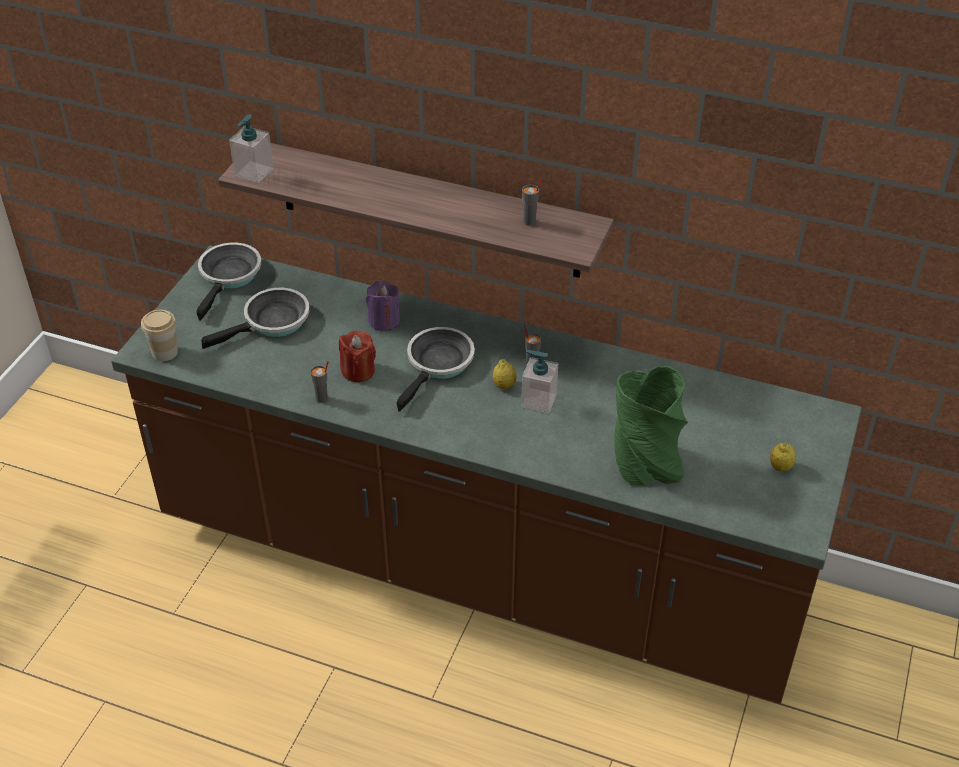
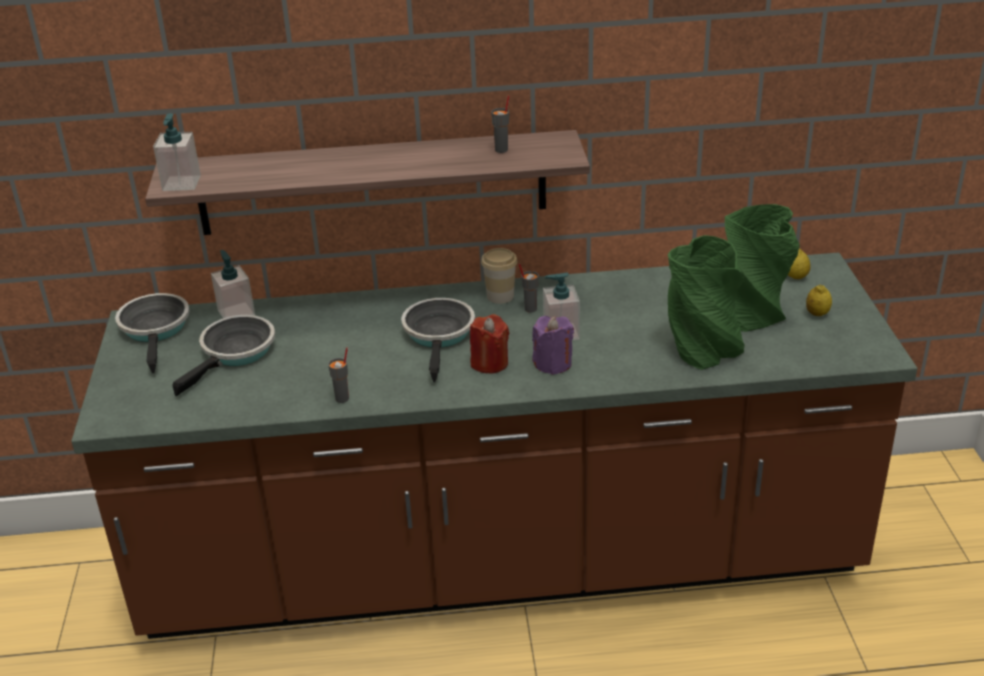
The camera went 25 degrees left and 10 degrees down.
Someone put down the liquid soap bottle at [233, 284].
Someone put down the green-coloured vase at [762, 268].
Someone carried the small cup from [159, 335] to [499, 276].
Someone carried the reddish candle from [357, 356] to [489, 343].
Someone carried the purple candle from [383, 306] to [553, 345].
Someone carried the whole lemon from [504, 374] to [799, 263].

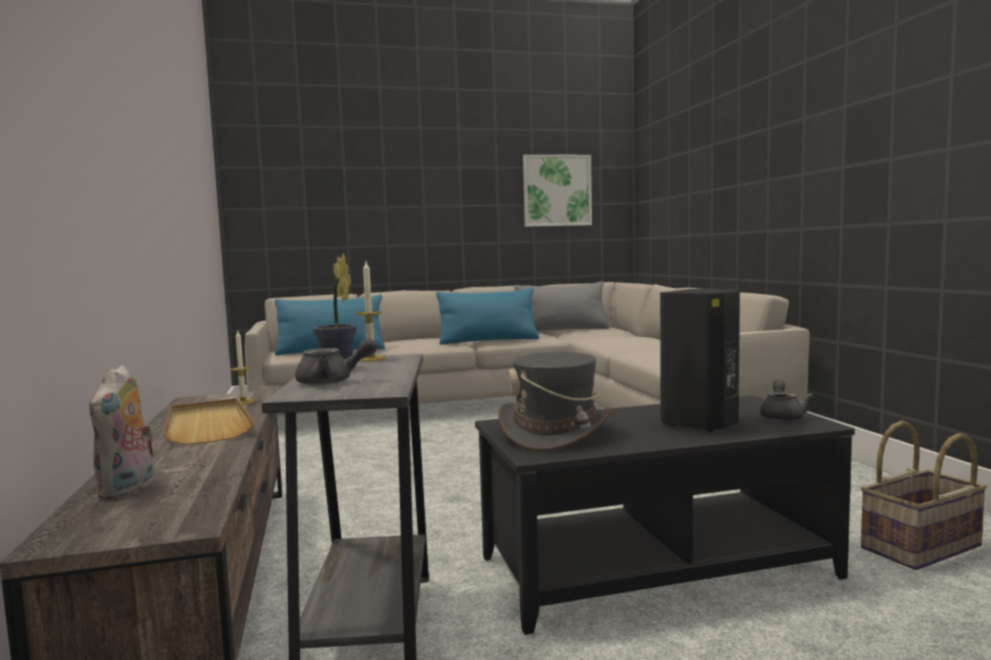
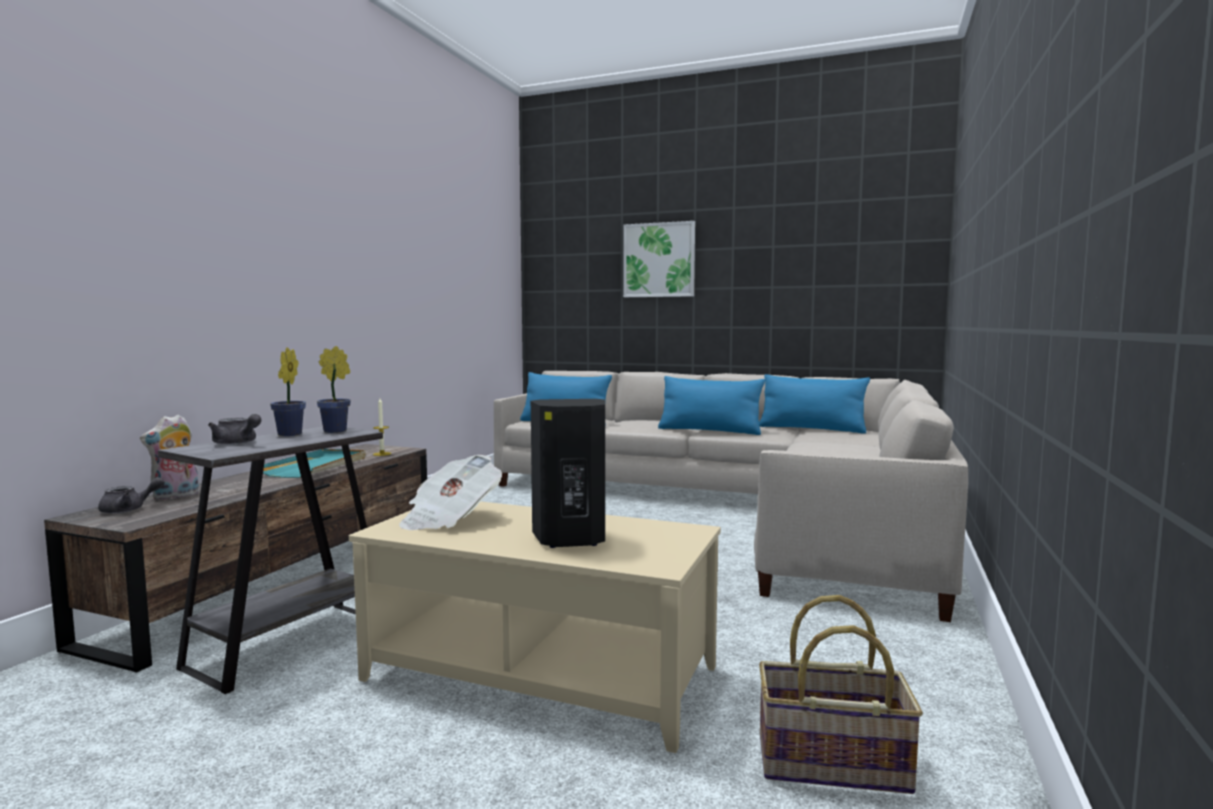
The camera went 35 degrees right and 0 degrees up.
Someone carried the wall picture from [557, 190] to [659, 259].
Someone carried the greyish teapot from [786, 400] to [131, 495].
Someone swapped the candle at [371, 312] for the plant in a pot at [334, 389].
Someone swapped the greyish hat at [555, 401] for the daily paper at [450, 492].
Someone repainted the sand-coloured serving tray at [208, 421], which became the turquoise serving tray at [314, 463].
Someone repainted the black lounge table at [665, 515], which became the sand-coloured lounge table at [535, 627].
Someone repainted the greyish cushion at [561, 306], which became the blue-coloured cushion at [814, 403].

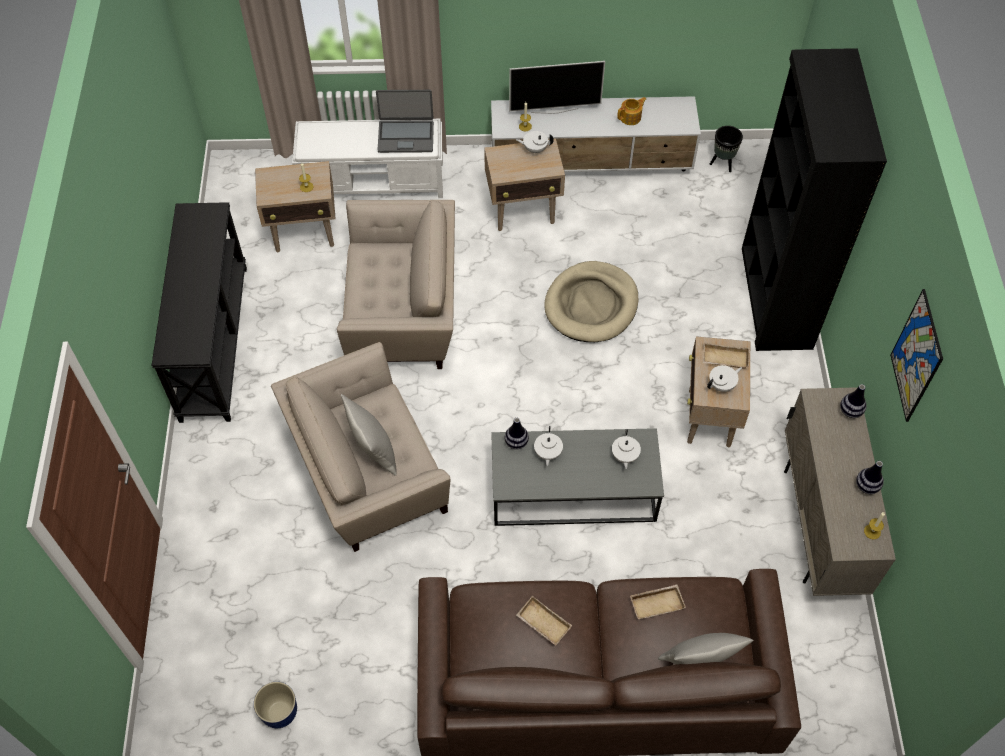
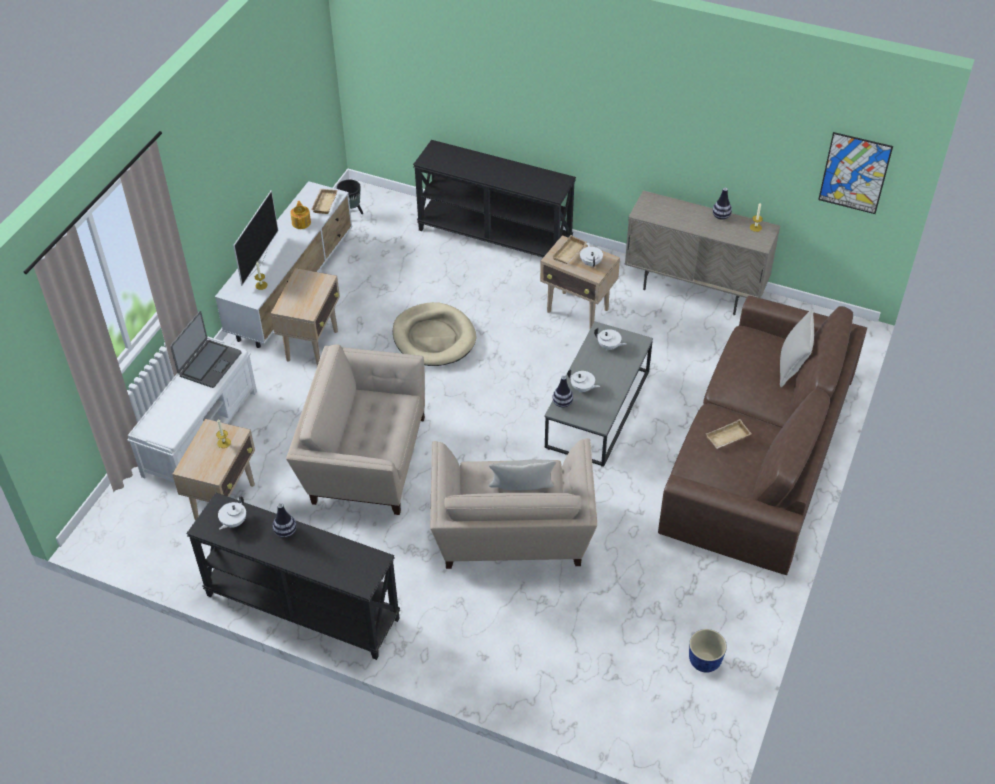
The camera went 65 degrees left and 10 degrees down.
Someone carried the whitish teapot from [535, 142] to [232, 512].
Someone carried the sand-coloured serving tray from [658, 602] to [324, 201].
Someone carried the vase from [853, 401] to [285, 520].
Someone carried the wall picture from [916, 355] to [855, 173].
Someone swapped the black shelving unit at [814, 199] for the black console table at [494, 198].
Someone rotated the sand-coloured lounge chair at [396, 284] by 105 degrees counterclockwise.

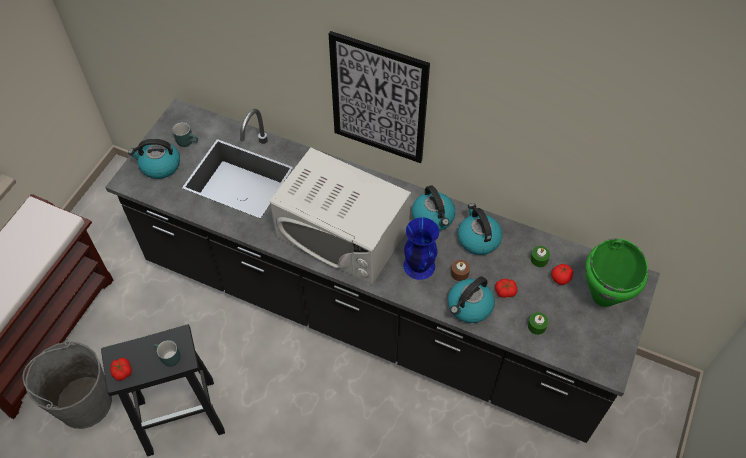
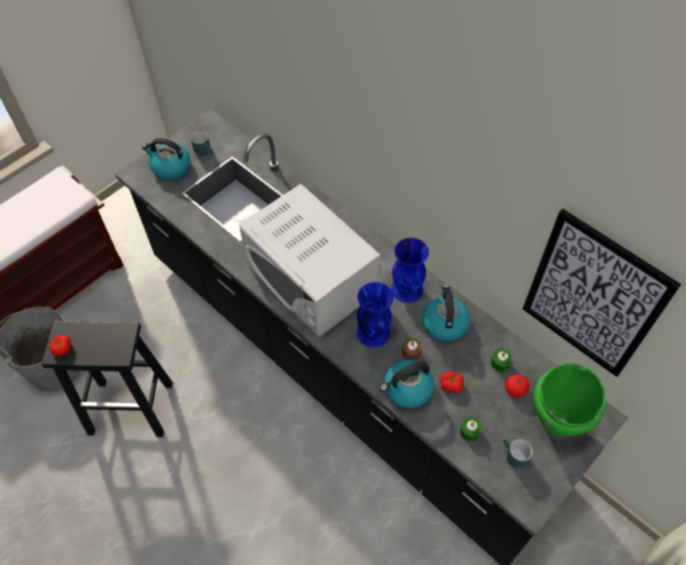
The camera went 20 degrees right and 0 degrees up.
Someone carried the turquoise mug from [167, 353] to [518, 453].
Someone carried the wall picture from [379, 97] to [602, 292].
Someone swapped the water kettle at [433, 208] for the blue-coloured vase at [410, 270].

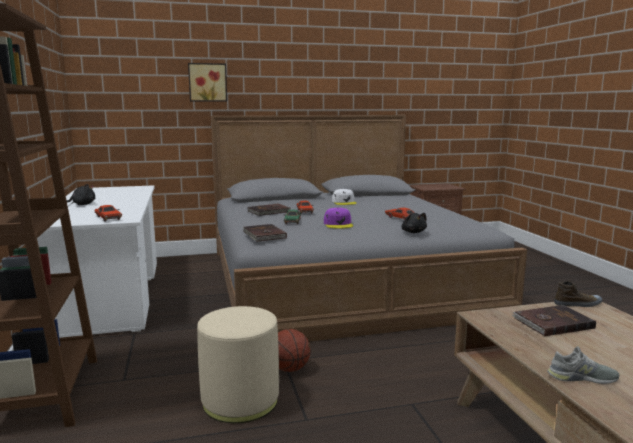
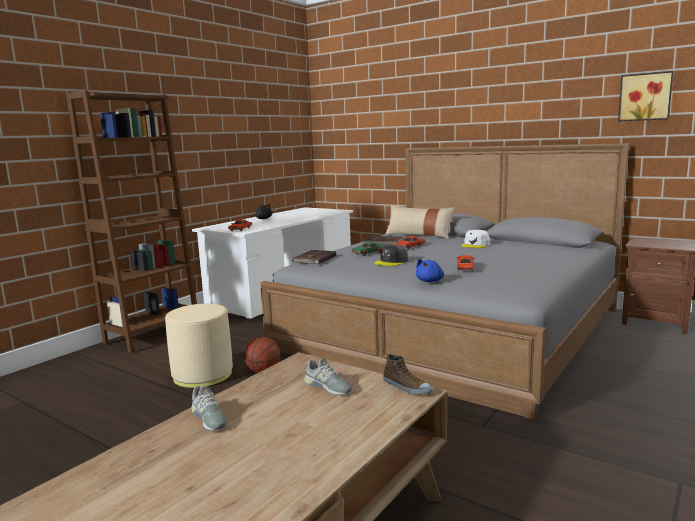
The camera went 50 degrees right and 0 degrees up.
Someone put down the sand-coloured cushion at [420, 222].
Someone carried the wall picture from [207, 82] to [645, 96].
Someone swapped the brown-coloured bound book at [554, 320] for the greyish item of footwear at [328, 376].
Someone repainted the purple peaked cap at [338, 218], which became the greyish peaked cap at [391, 255].
Someone repainted the black plush toy at [414, 223], which became the blue-coloured plush toy at [430, 270].

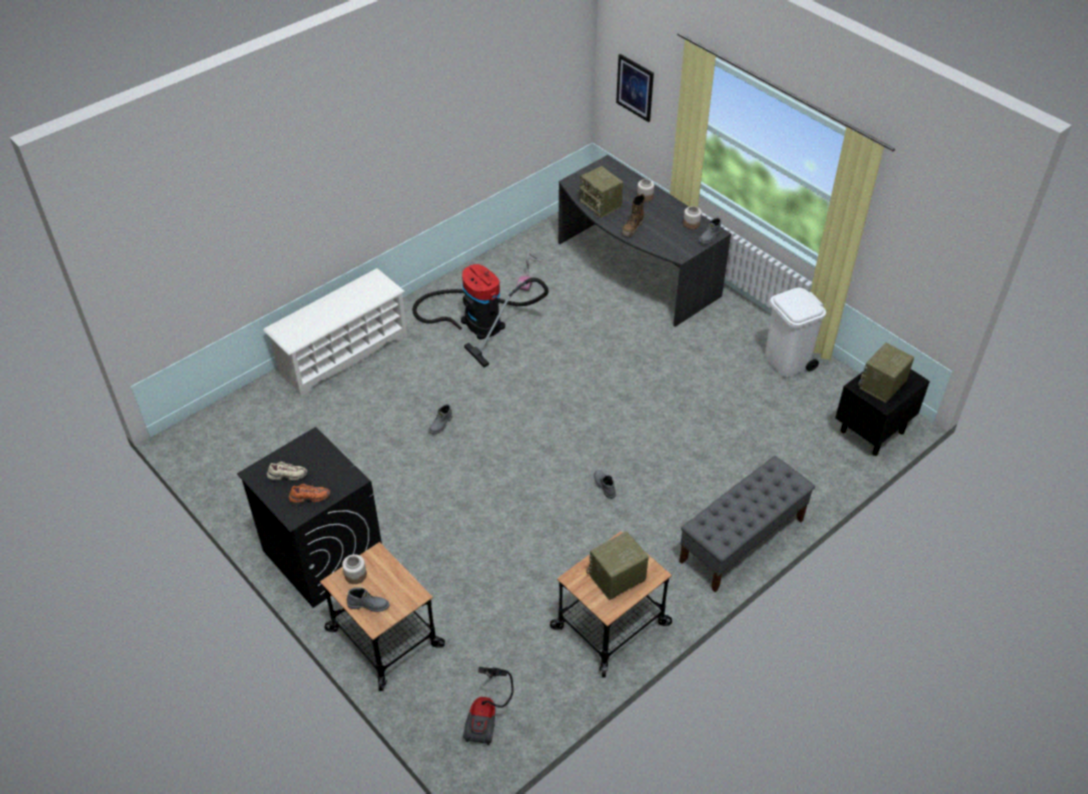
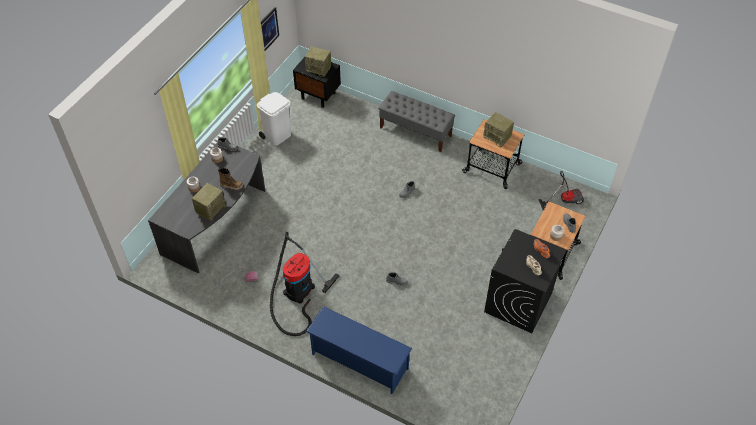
The camera went 110 degrees left and 5 degrees up.
Someone carried the wall picture from [635, 88] to [270, 29].
Someone repainted the whitish shoe rack at [335, 332], which became the blue-coloured shoe rack at [359, 350].

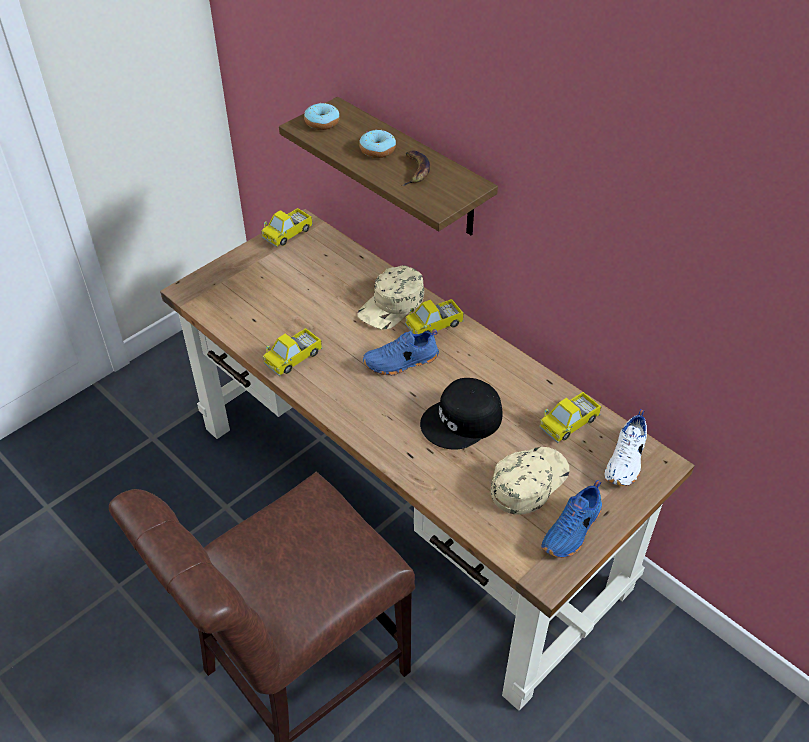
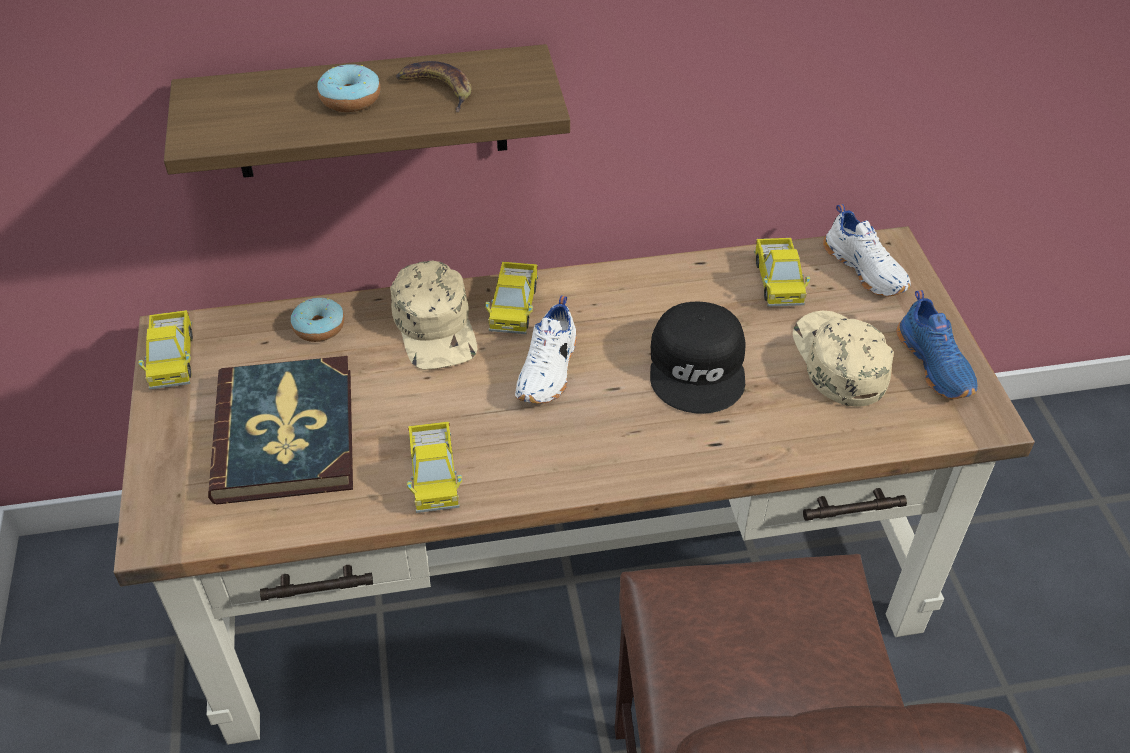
The camera went 55 degrees left and 0 degrees up.
Someone put down the bound book at [280, 430].
Someone carried the donut from [321, 116] to [317, 320].
Someone repainted the blue-coloured item of footwear at [401, 352], which became the whitish item of footwear at [546, 349].

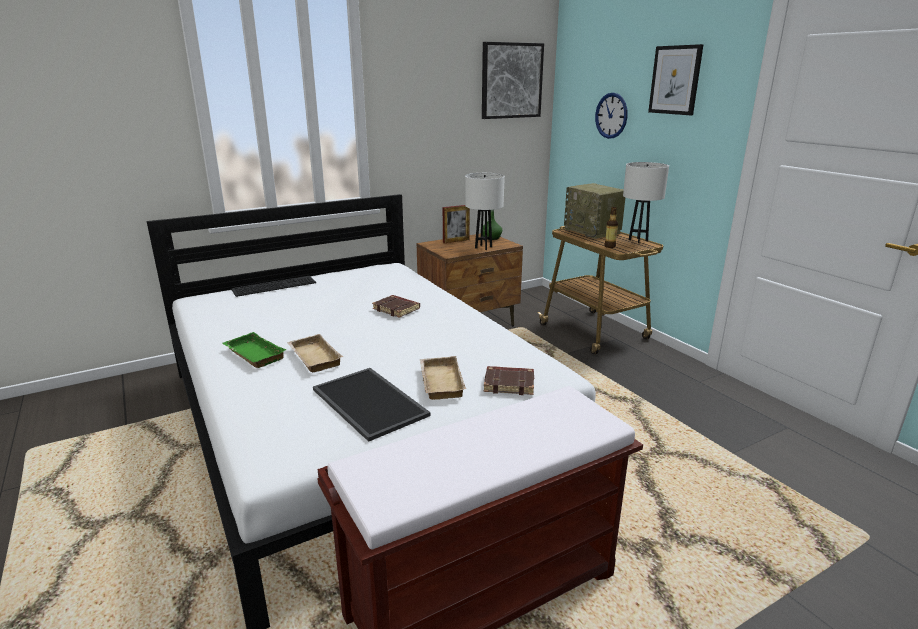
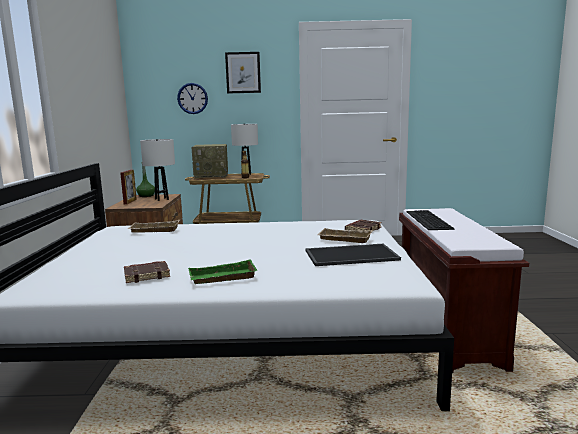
The camera went 60 degrees left and 10 degrees down.
Someone took away the wall picture at [513, 80].
Someone carried the keyboard from [273, 286] to [431, 220].
Someone carried the sand-coloured serving tray from [315, 353] to [154, 226].
Someone carried the brown-coloured bound book from [396, 306] to [147, 272].

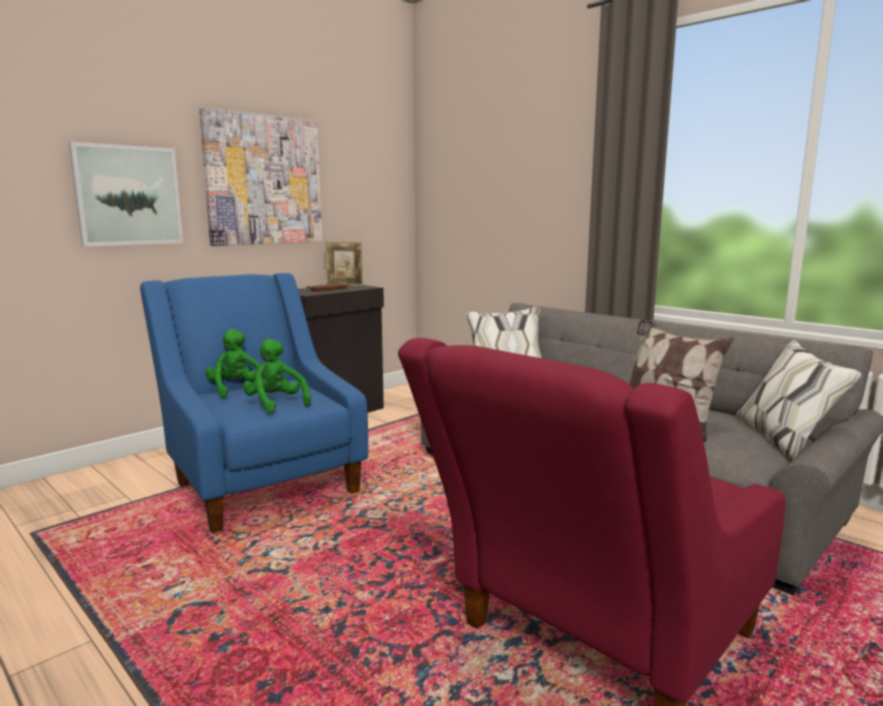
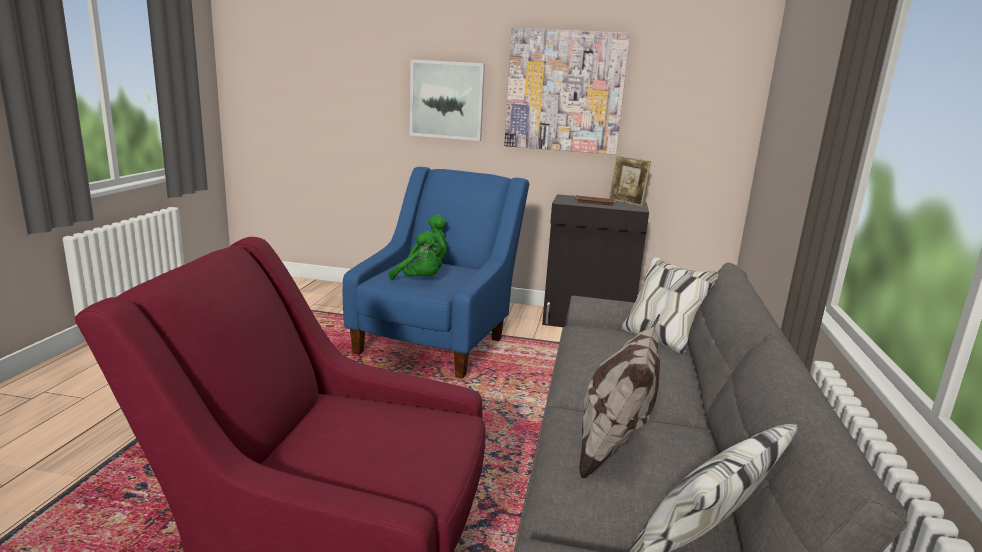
The camera went 55 degrees right and 5 degrees up.
Someone rotated the green-coloured plush toy at [277, 376] by 105 degrees clockwise.

